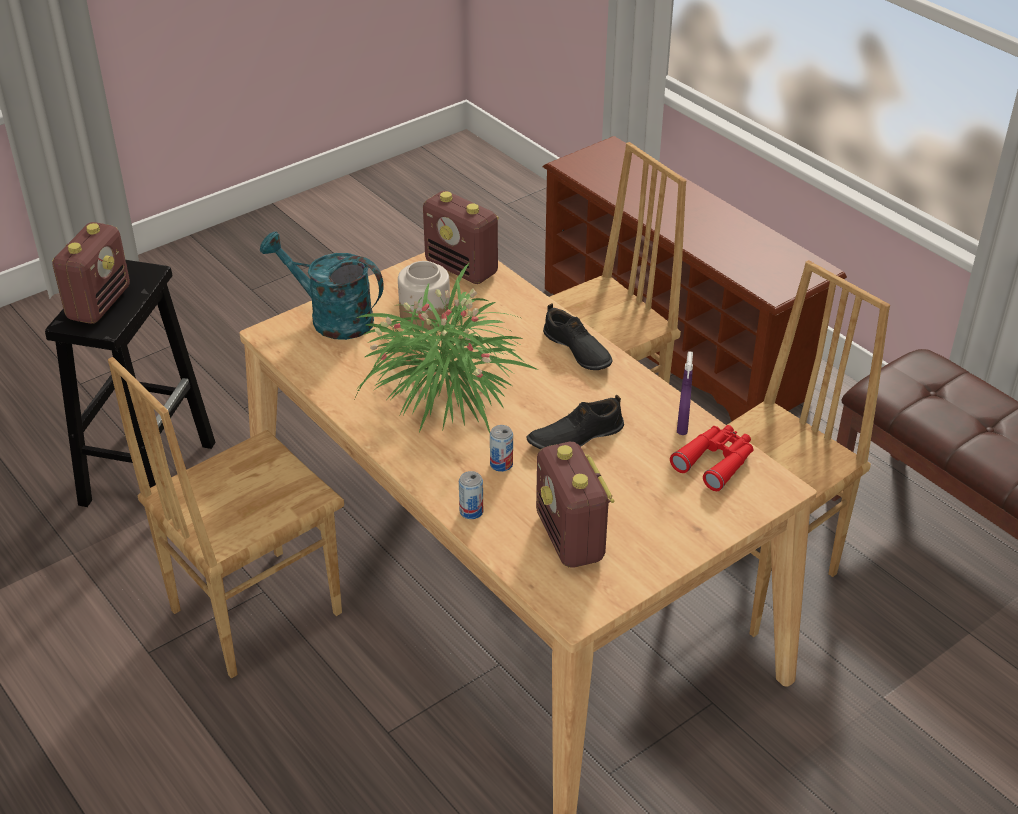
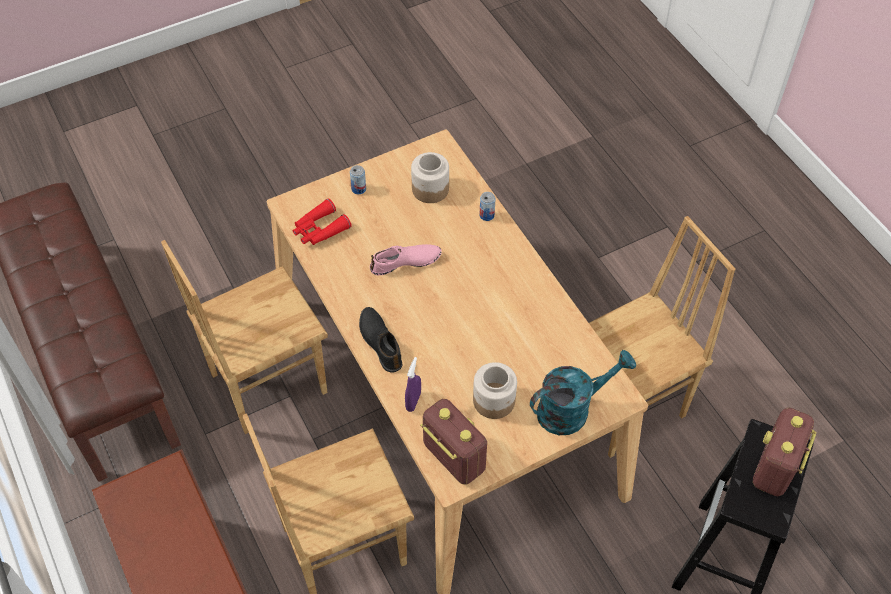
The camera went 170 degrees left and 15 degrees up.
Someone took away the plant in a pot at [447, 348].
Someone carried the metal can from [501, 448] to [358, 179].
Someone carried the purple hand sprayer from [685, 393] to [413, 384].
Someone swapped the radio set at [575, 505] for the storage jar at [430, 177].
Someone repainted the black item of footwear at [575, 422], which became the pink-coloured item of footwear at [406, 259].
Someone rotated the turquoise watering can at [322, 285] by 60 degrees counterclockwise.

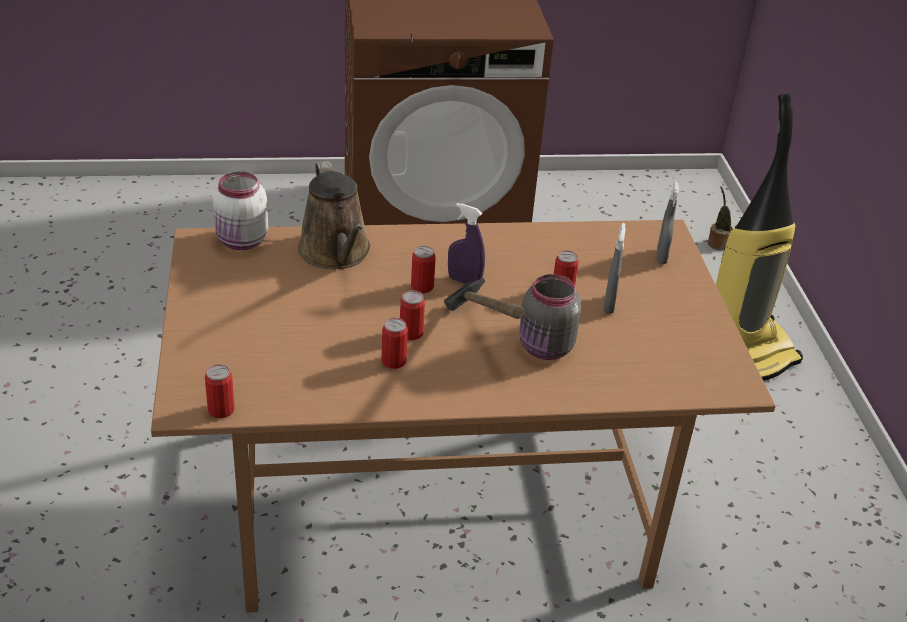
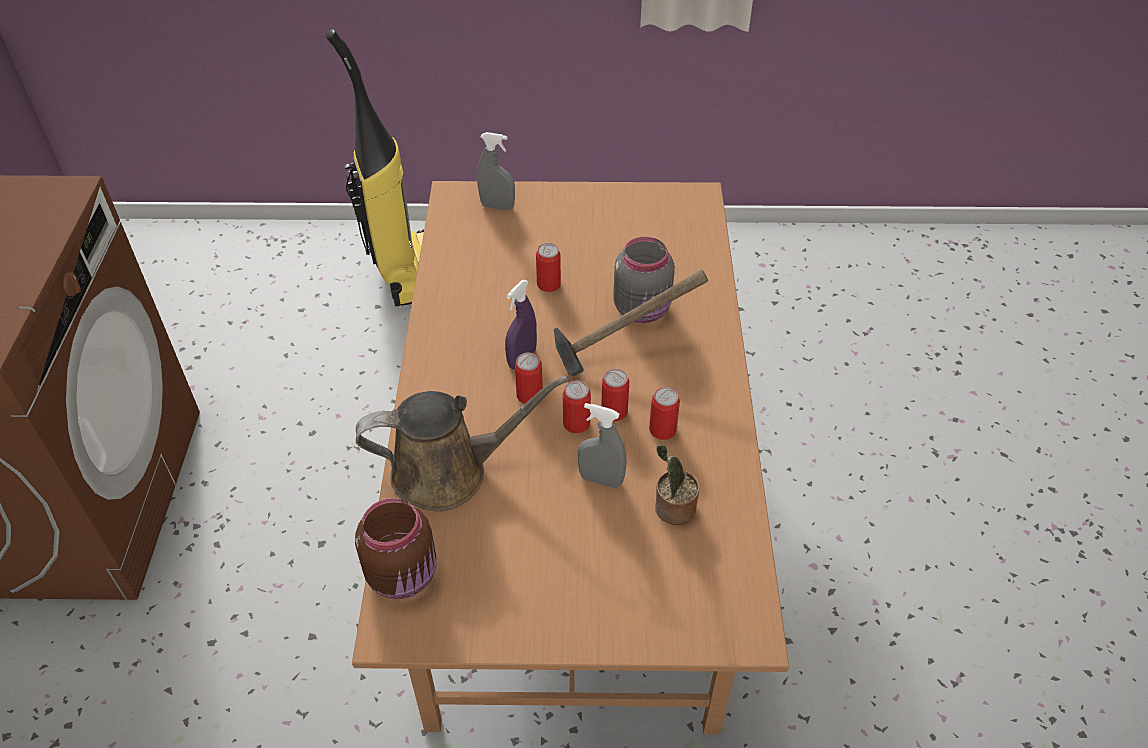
The camera went 80 degrees left and 10 degrees up.
Someone carried the metal can from [220, 391] to [577, 407].
Someone carried the greyish hand sprayer from [614, 268] to [602, 445].
Someone carried the plant in a pot from [720, 218] to [677, 484].
Someone repainted the whitish storage jar at [240, 210], which became the brown-coloured storage jar at [395, 548].

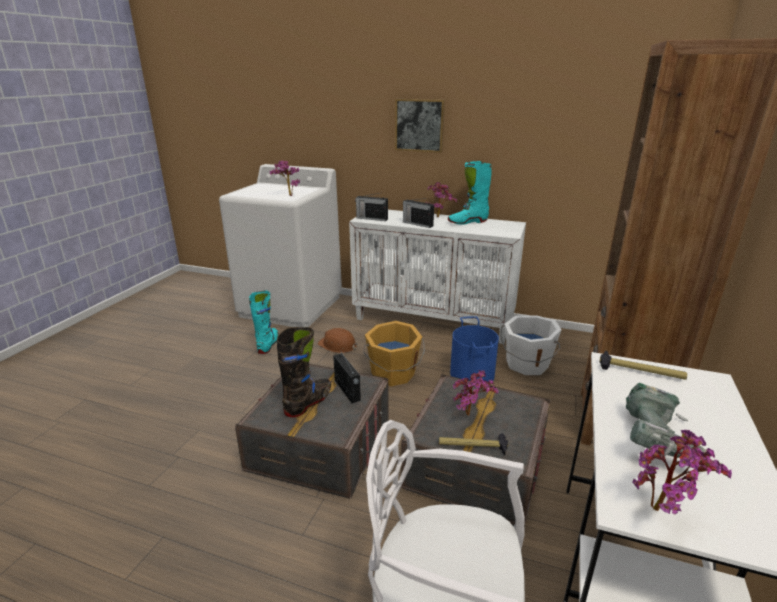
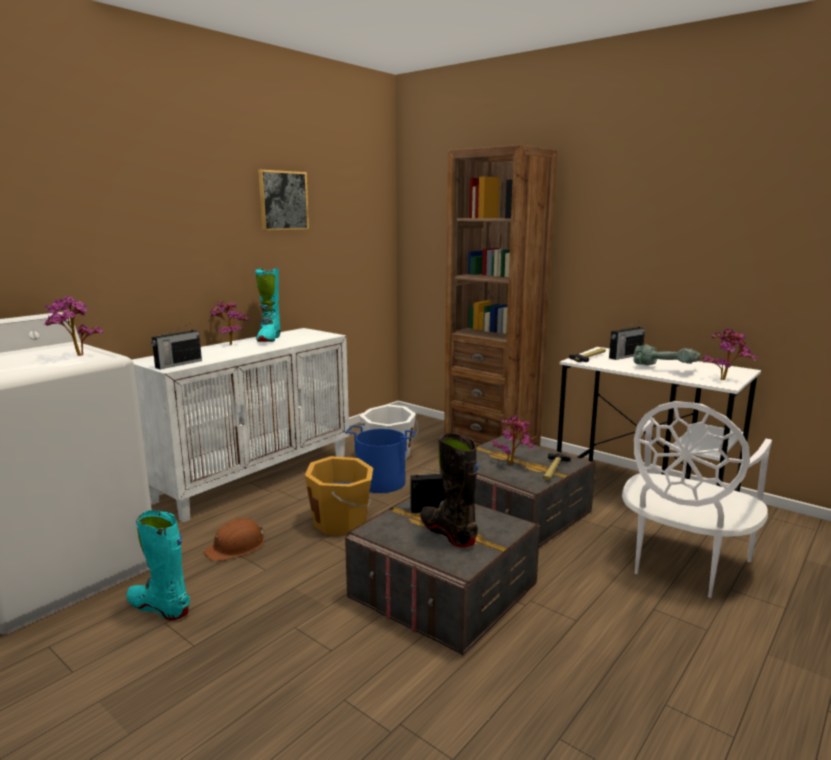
The camera went 70 degrees left and 10 degrees down.
Someone carried the wall picture from [420, 126] to [283, 200].
Someone carried the radio set from [418, 213] to [627, 340].

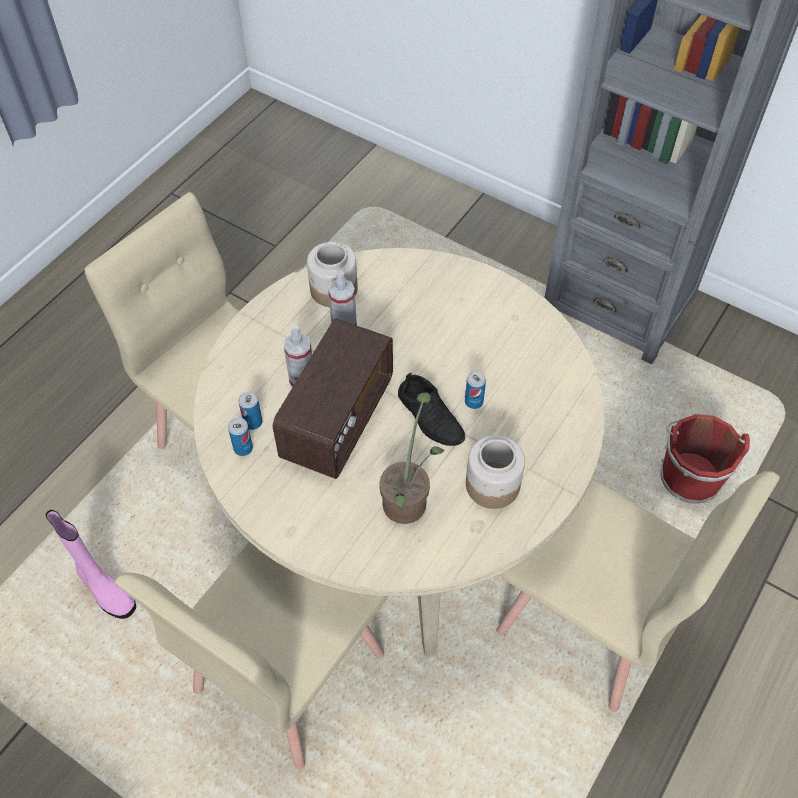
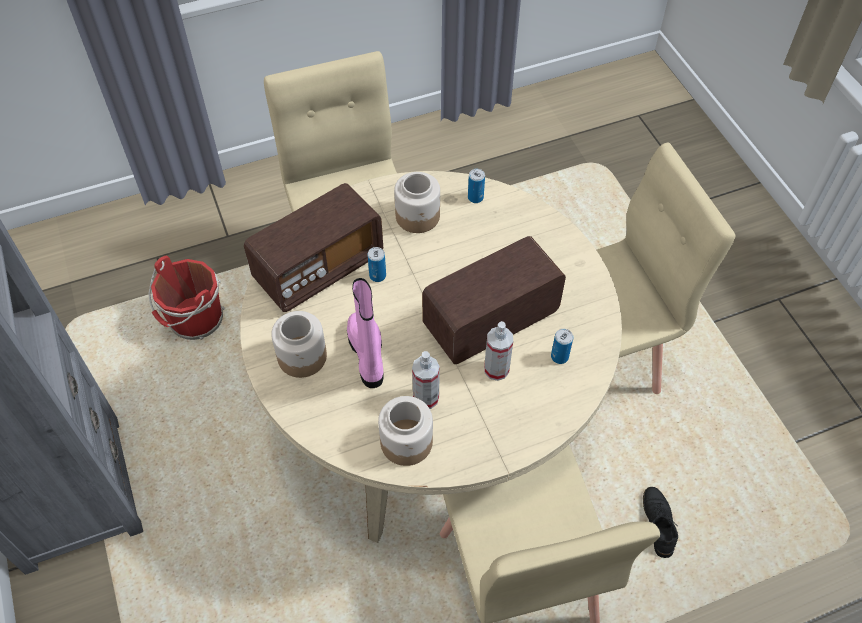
The camera went 145 degrees left and 0 degrees up.
Someone took away the plant in a pot at [411, 458].
Someone put down the radio set at [313, 247].
Someone put down the storage jar at [299, 344].
Someone carried the pink-coloured tall boot from [91, 564] to [365, 333].
Someone carried the metal can from [240, 437] to [476, 186].
Someone carried the black item of footwear from [431, 409] to [660, 522].

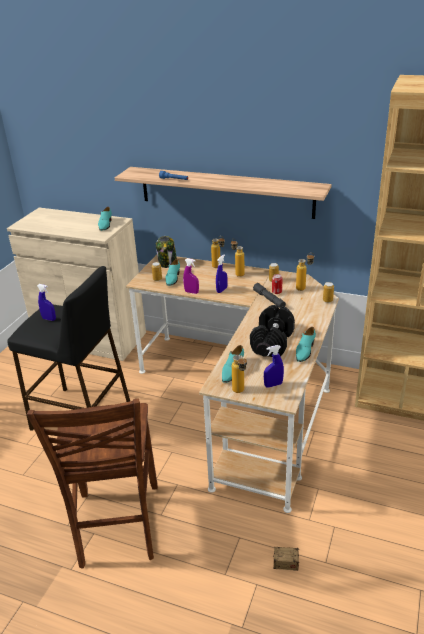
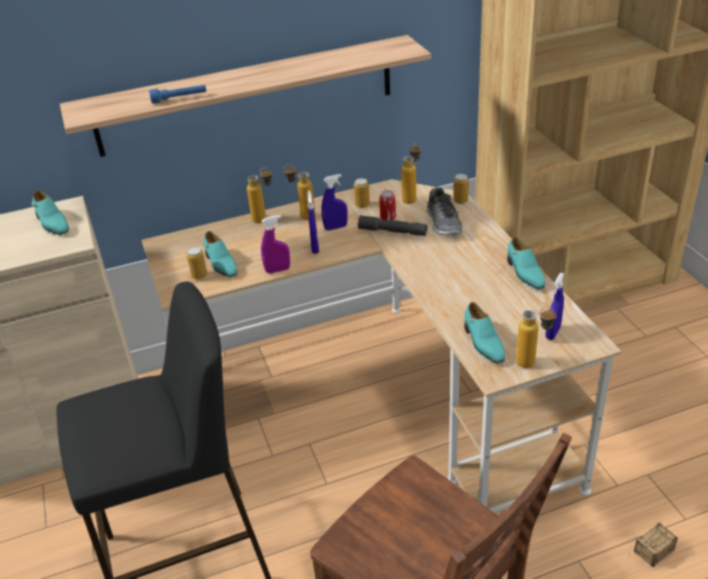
The camera went 40 degrees left and 5 degrees up.
Someone took away the storage jar at [166, 252].
Someone took away the black dumbbell at [272, 331].
Someone put down the item of footwear at [444, 211].
Someone carried the blue-coloured hand sprayer from [46, 302] to [334, 202].

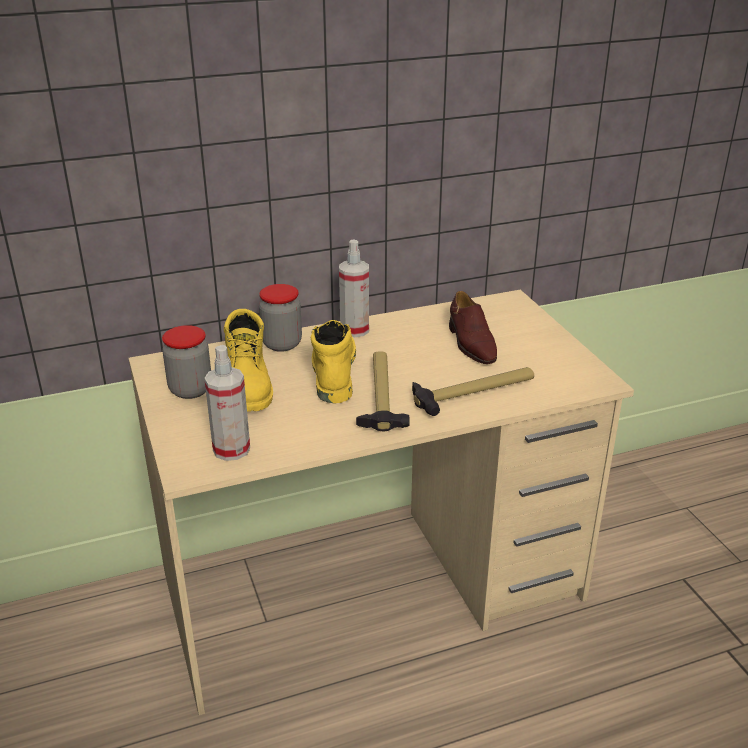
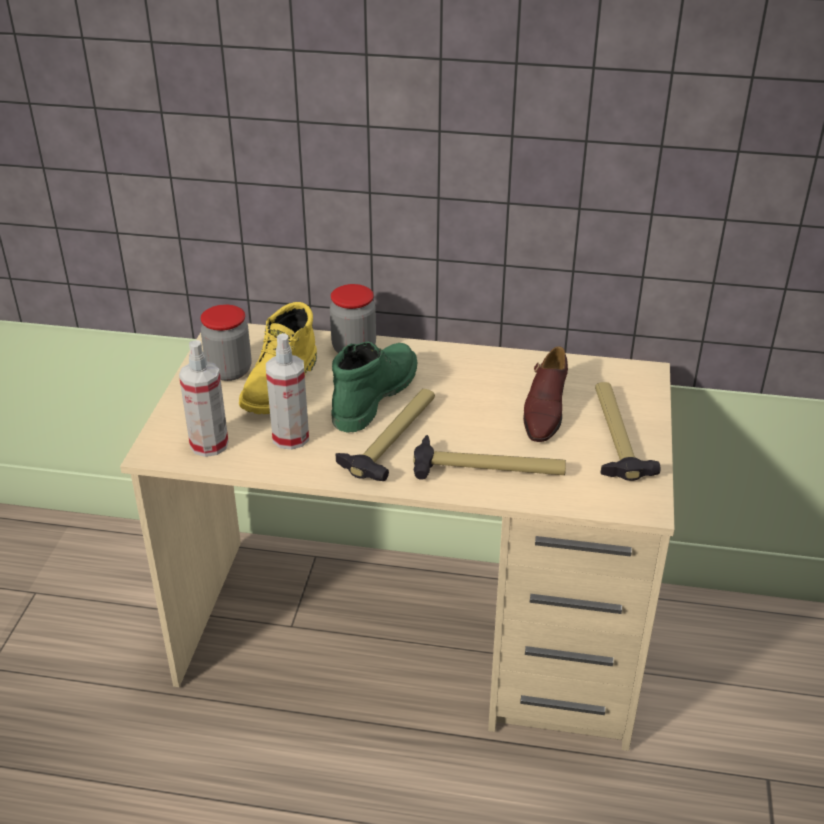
The camera went 30 degrees right and 5 degrees up.
Someone put down the hand hammer at [627, 431].
Someone carried the hand sprayer from [354, 288] to [287, 391].
Someone repainted the yellowish tall boot at [333, 362], which became the green-coloured tall boot at [374, 387].

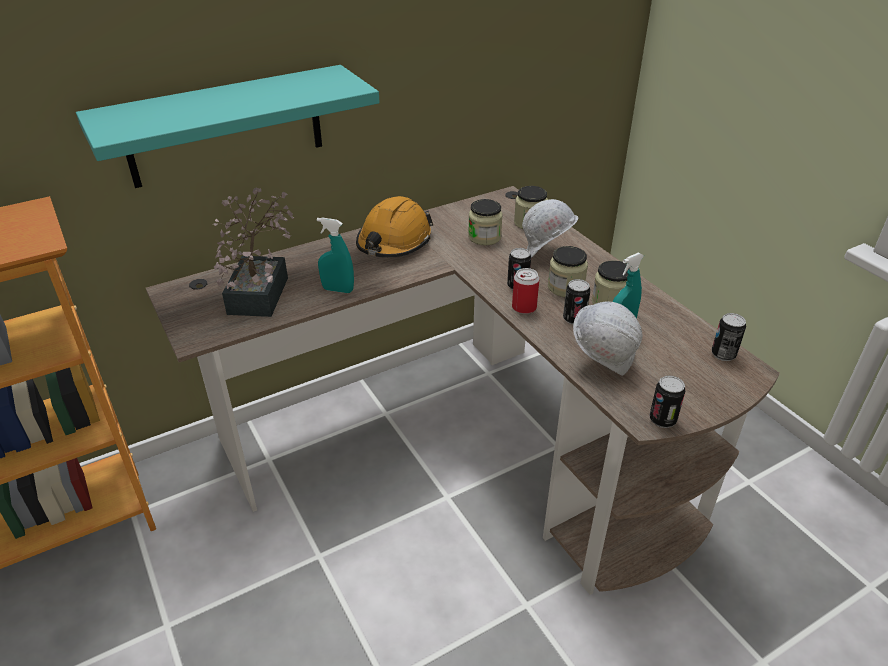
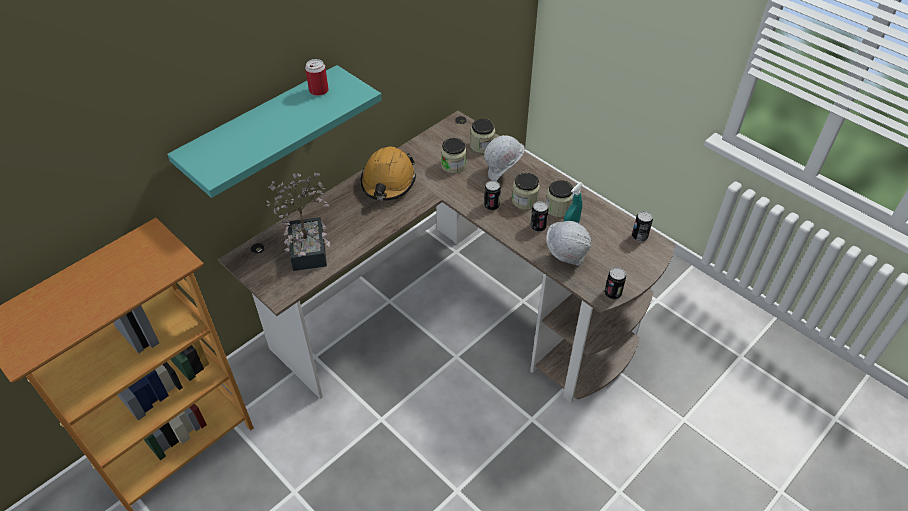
The camera went 15 degrees left and 10 degrees up.
Someone took away the turquoise hand sprayer at [335, 255].
Someone carried the metal can from [525, 291] to [317, 77].

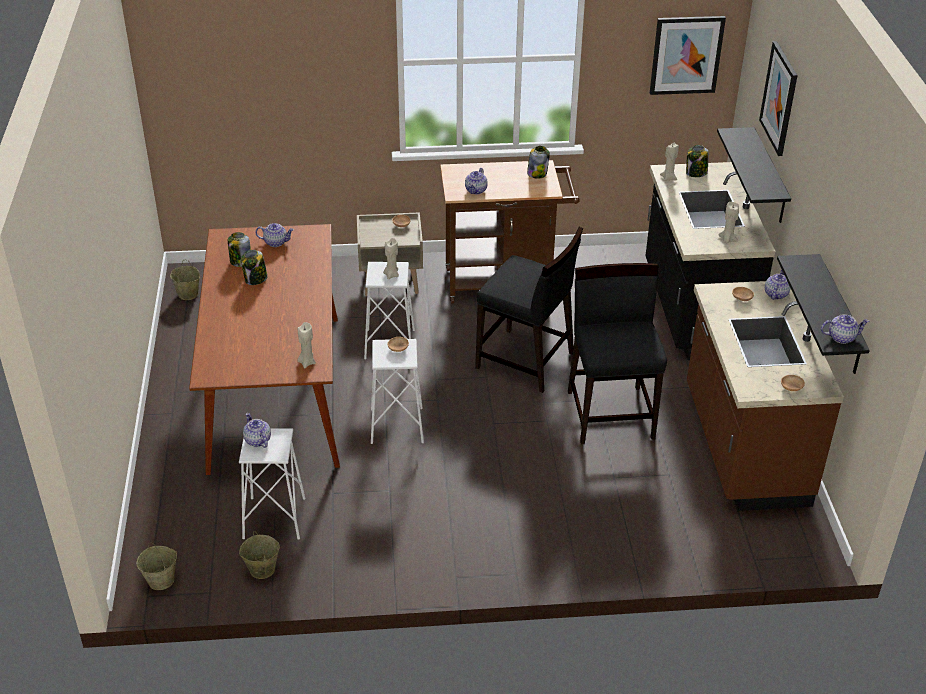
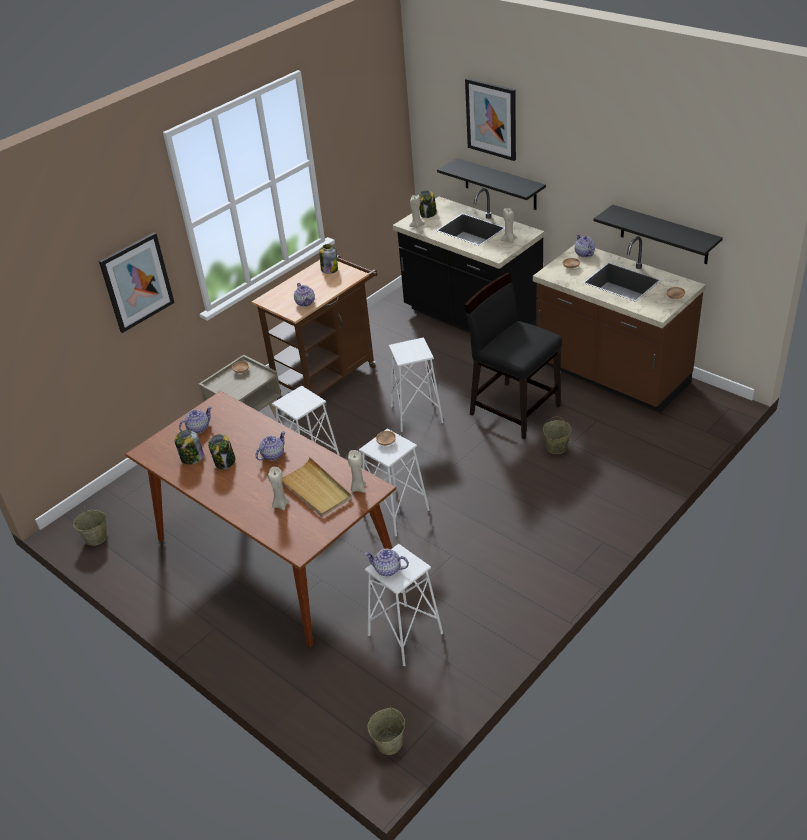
The camera went 40 degrees left and 0 degrees up.
Someone put down the sand-coloured serving tray at [317, 487].
Someone carried the sand-coloured water bucket from [259, 555] to [557, 435].
Someone carried the sand-coloured candle from [391, 258] to [278, 488].
Someone carried the wall picture from [688, 55] to [137, 282].
Someone carried the teapot from [845, 329] to [270, 446].
Someone swapped the black upright chair at [529, 310] for the whitish sitting stool at [416, 384].

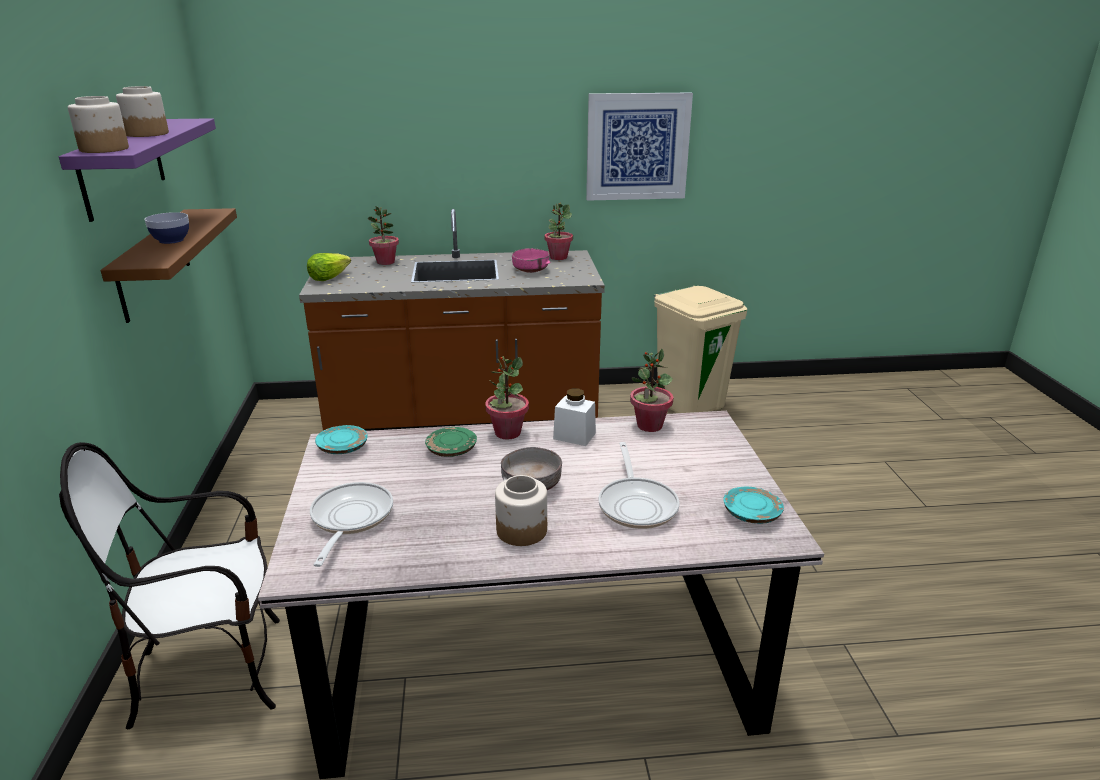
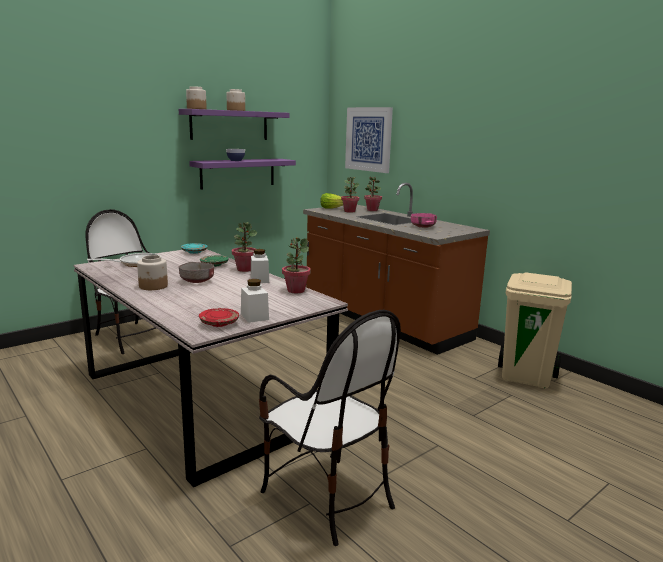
The camera went 55 degrees right and 10 degrees down.
Someone took away the pan at [639, 485].
Someone put down the whitish storage jar at [255, 301].
Someone put down the upright chair at [330, 428].
Someone carried the plant in a pot from [559, 231] to [350, 195].
Someone carried the wall picture from [639, 147] to [369, 140].
Someone repainted the brown-coloured shelf at [169, 265], which became the purple shelf at [242, 174].
Someone repainted the turquoise dinner plate at [753, 505], which became the reddish dinner plate at [219, 317].

